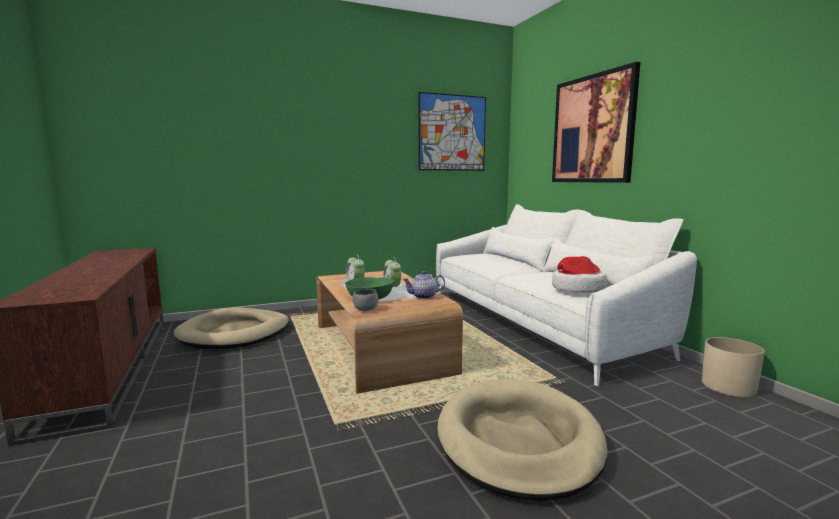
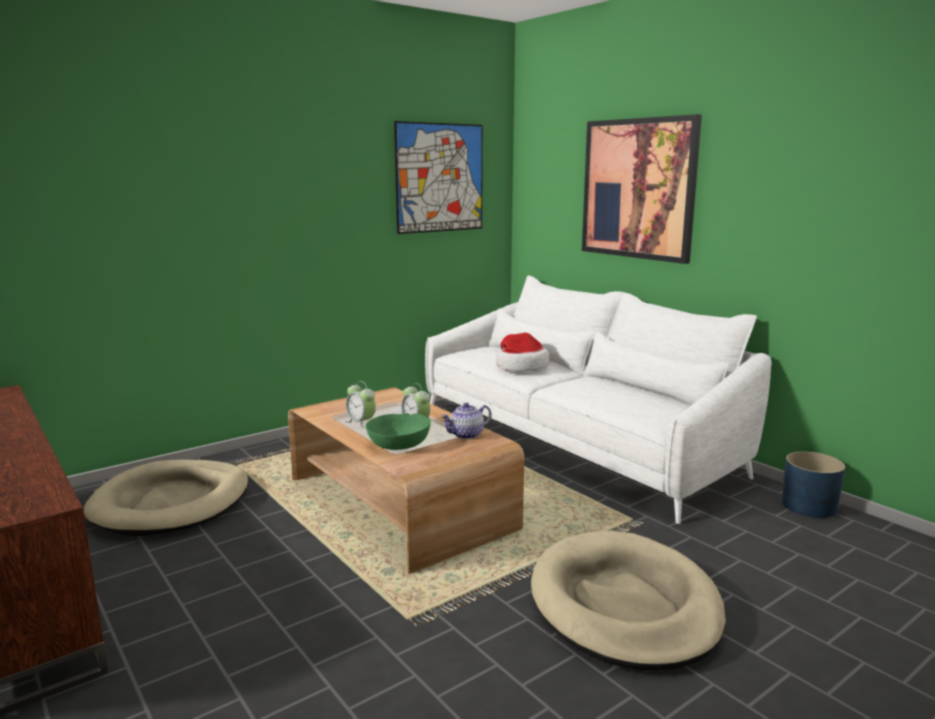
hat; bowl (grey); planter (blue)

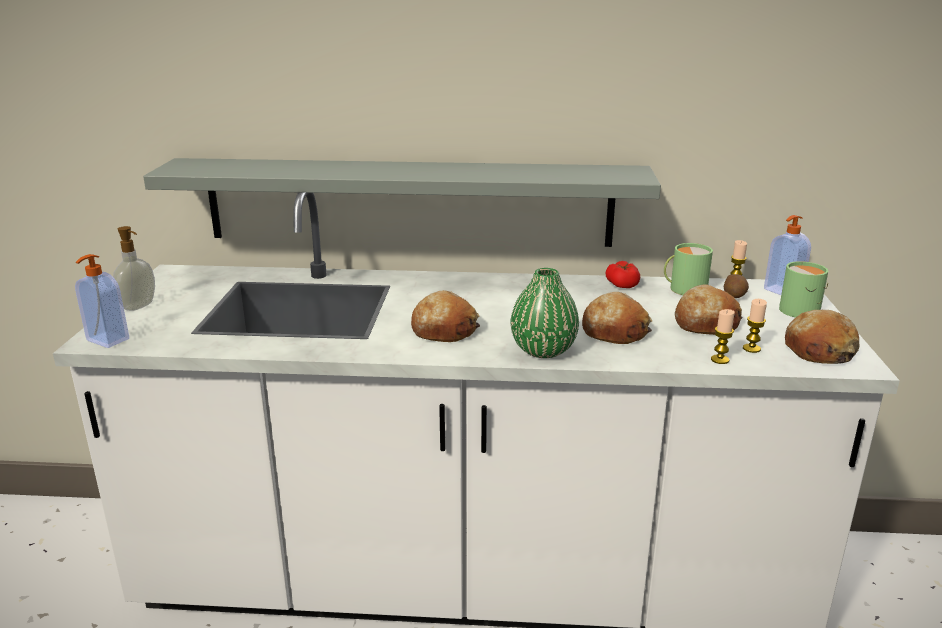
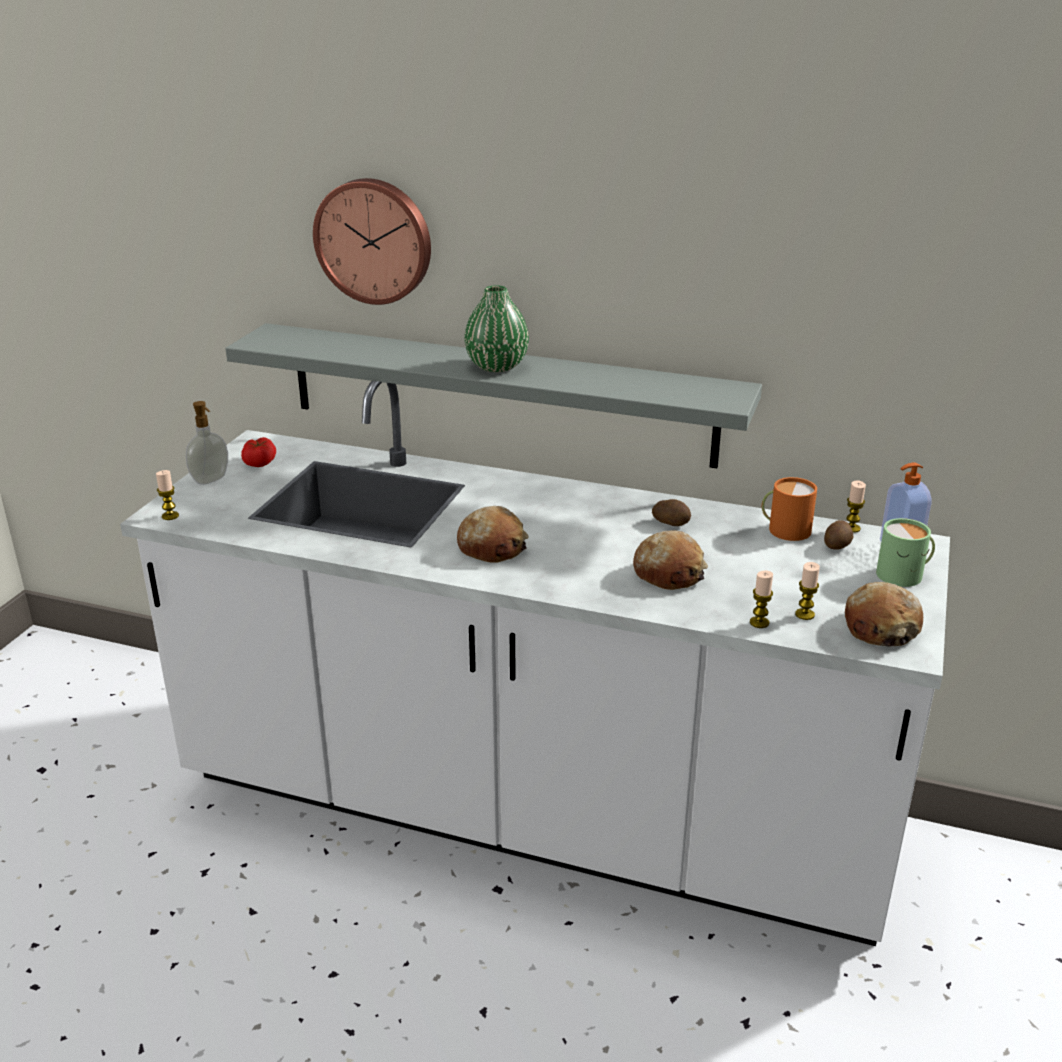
mug (orange); candle (1st from left); tomato; vase (green); bread (3rd from left in the first image); wall clock; potato (1st from left)

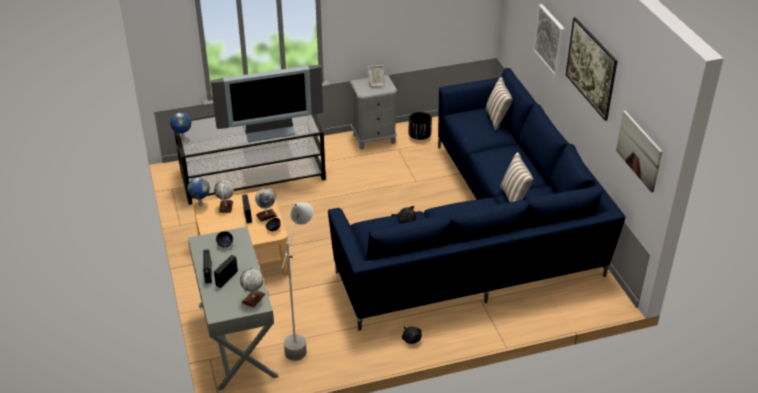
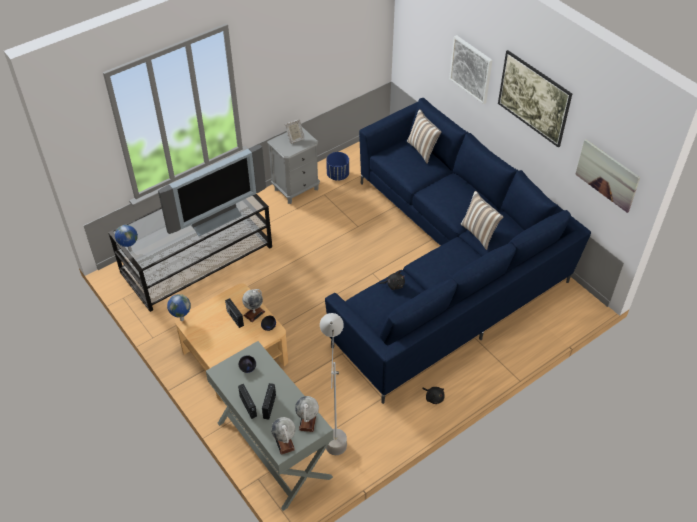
planter (blue); globe (4th from left)

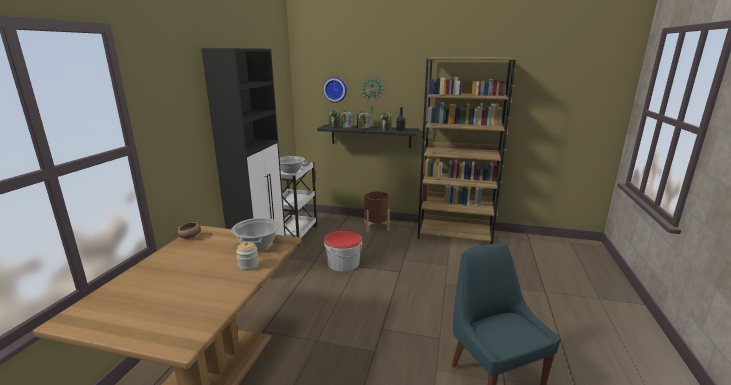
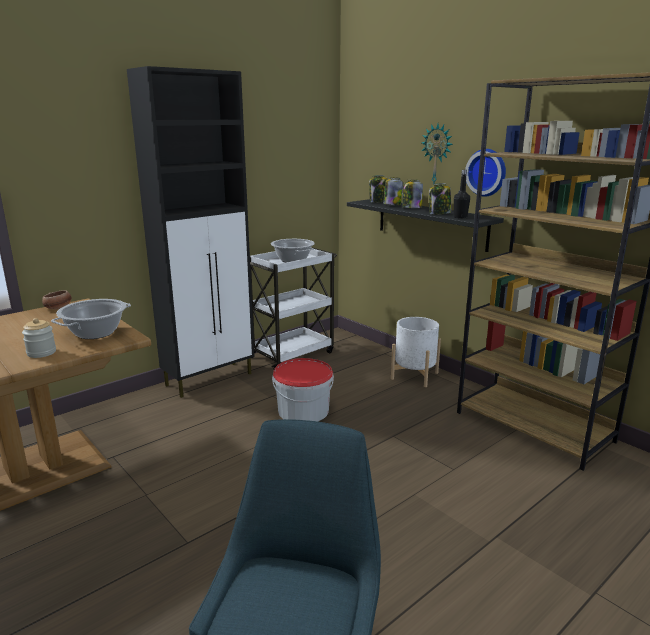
wall clock (2nd from left); planter (white)

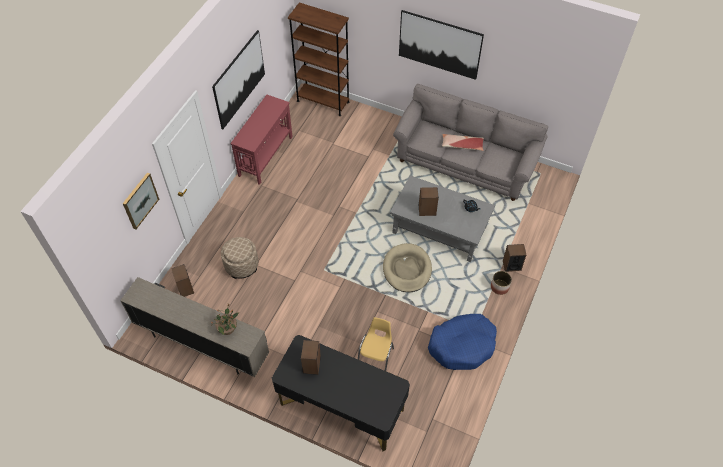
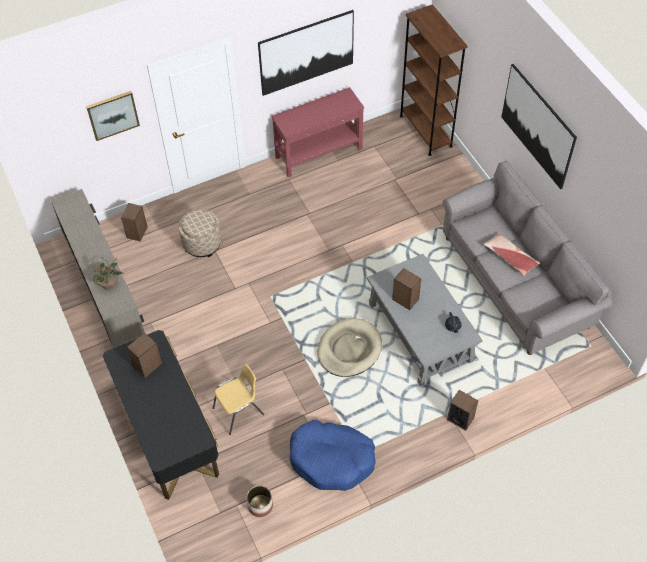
planter

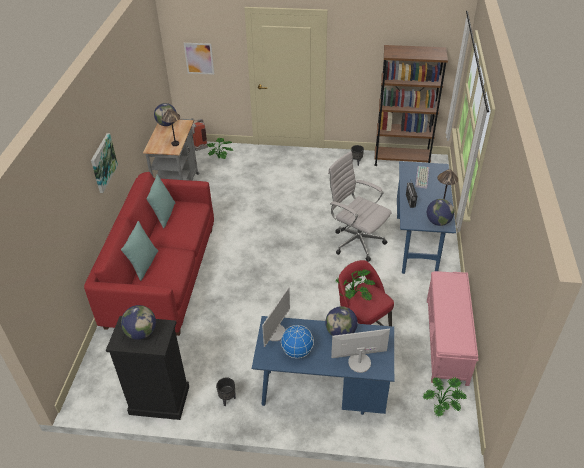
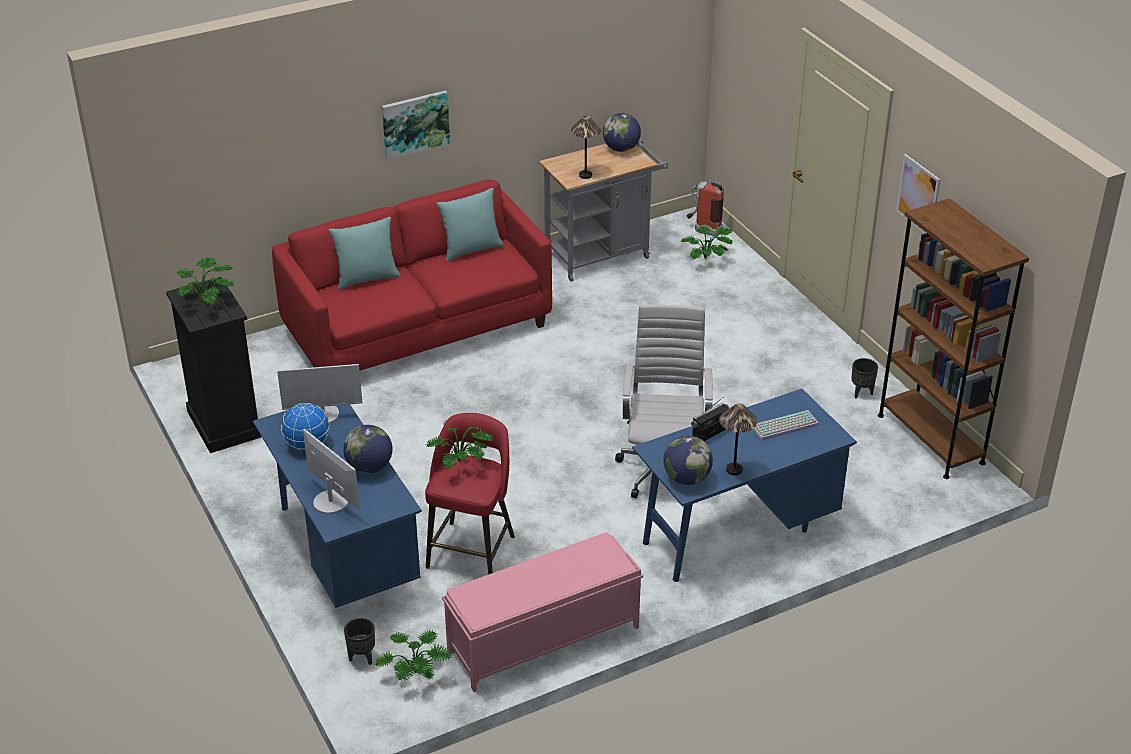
picture (2nd from left); potted plant (1st from left); planter (black) (1st from left)

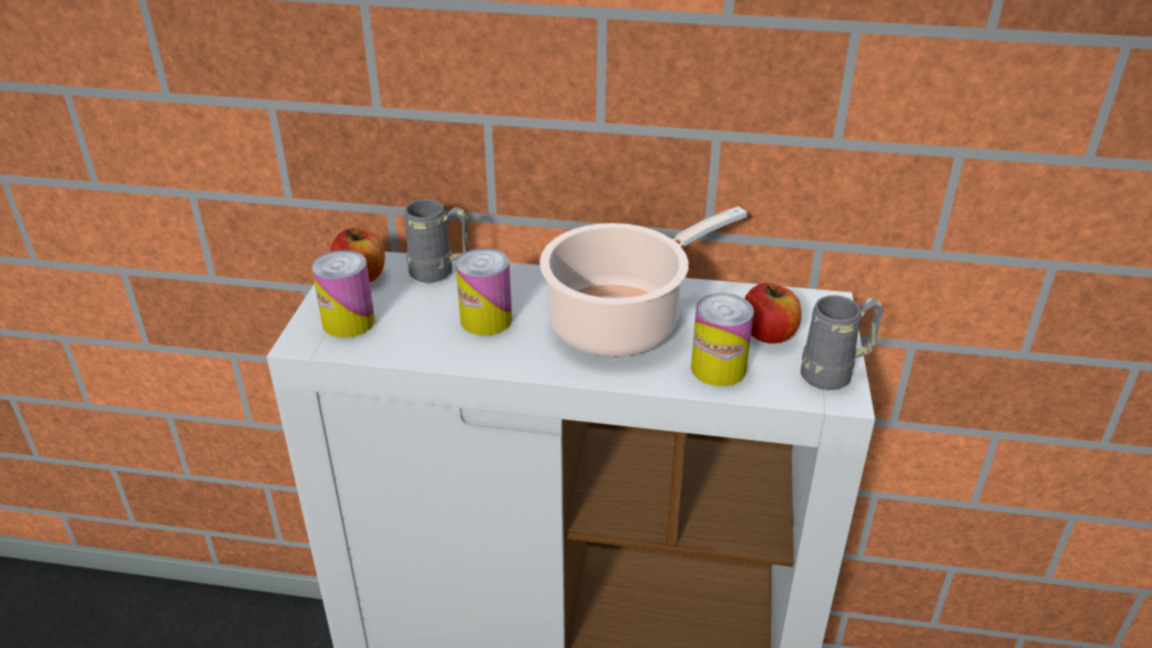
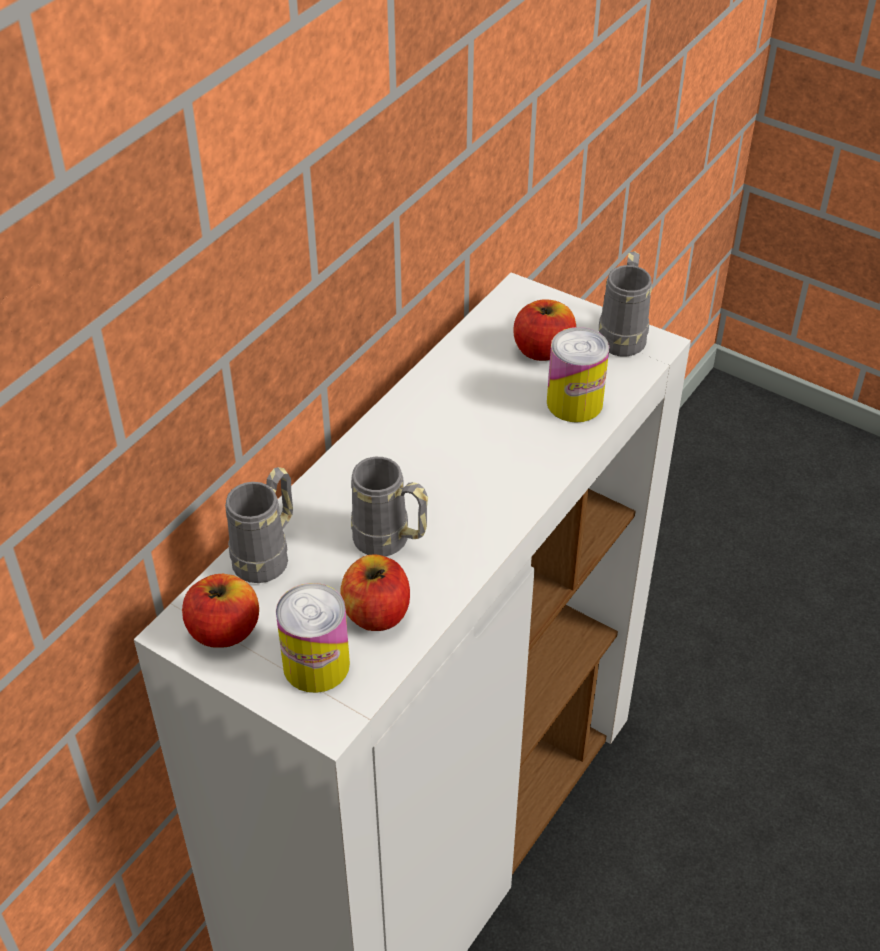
cooking pot; mug (grey) (2nd from left); apple (2nd from left)

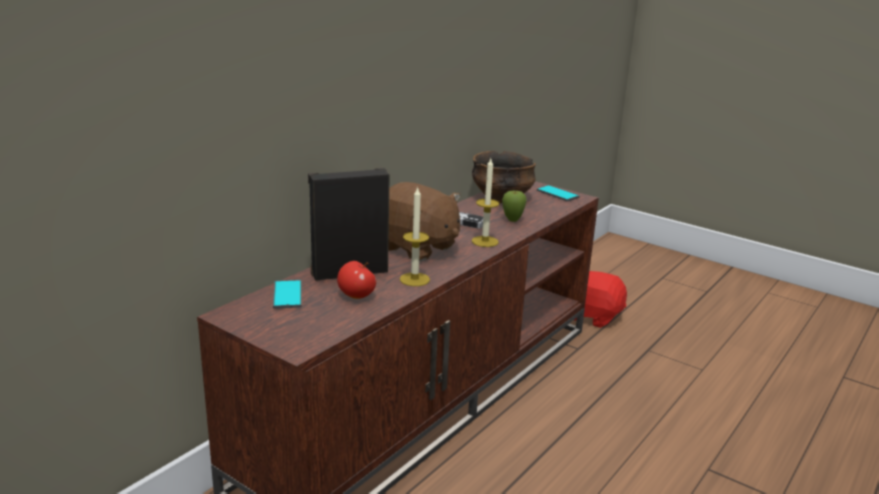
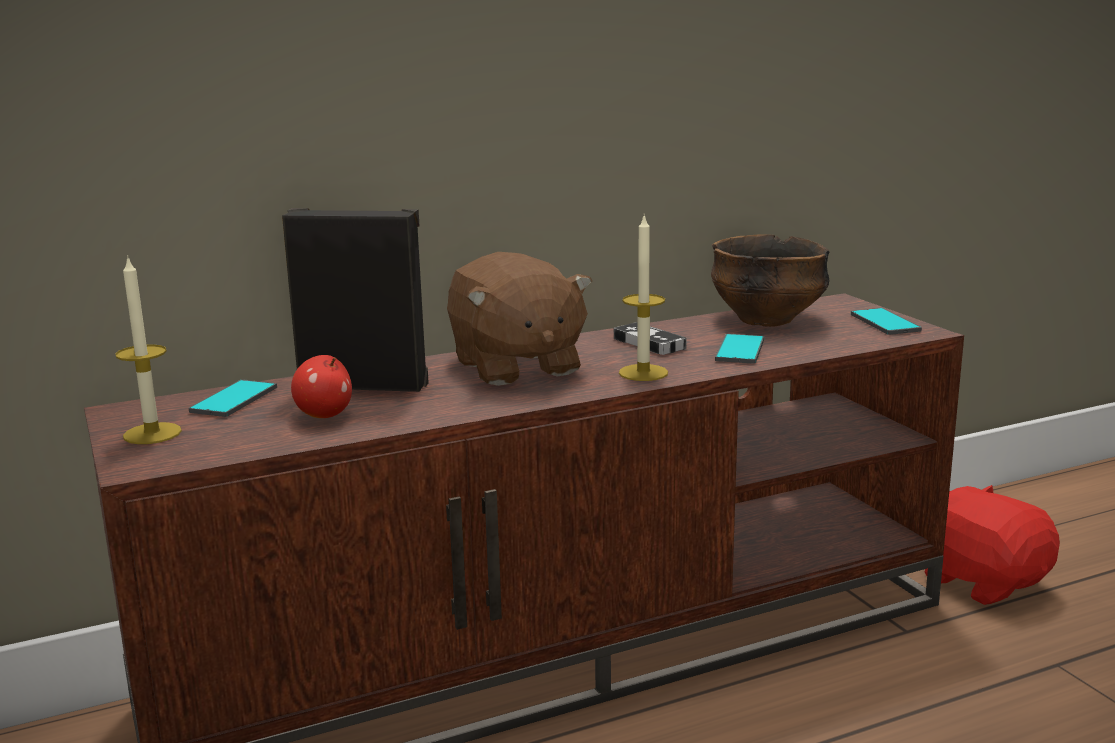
candle (1st from left); phone (2nd from left)

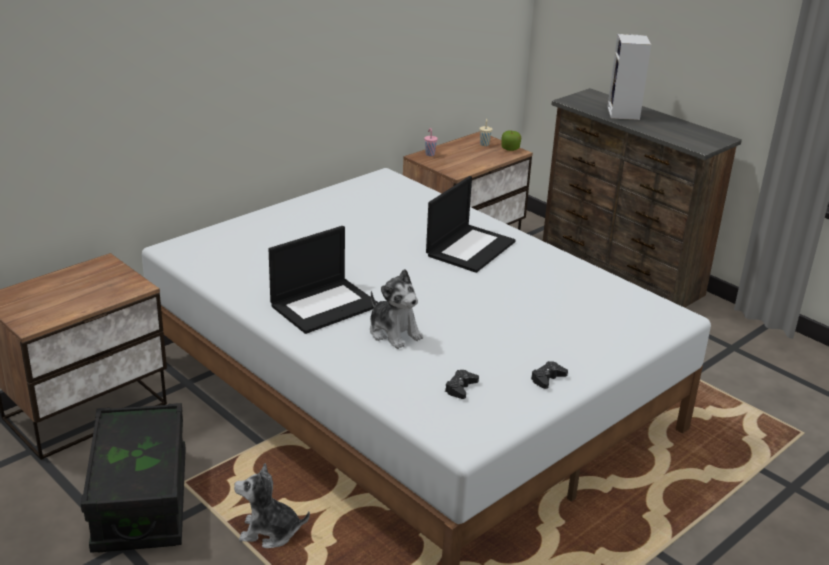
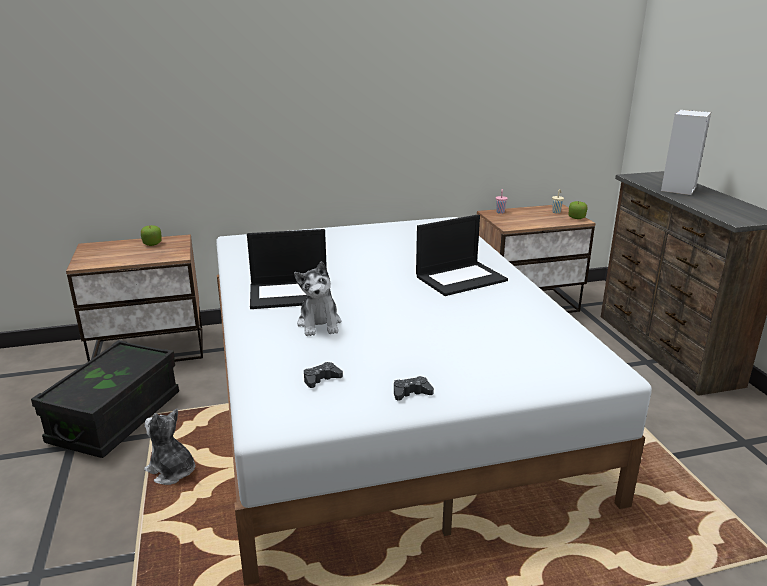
apple (1st from left)

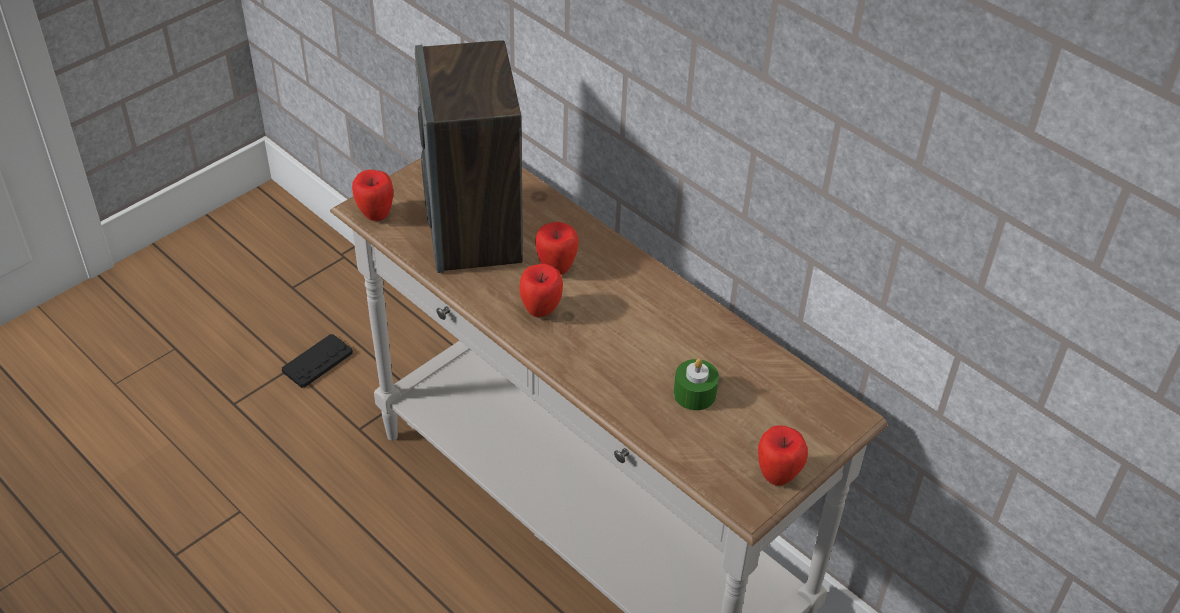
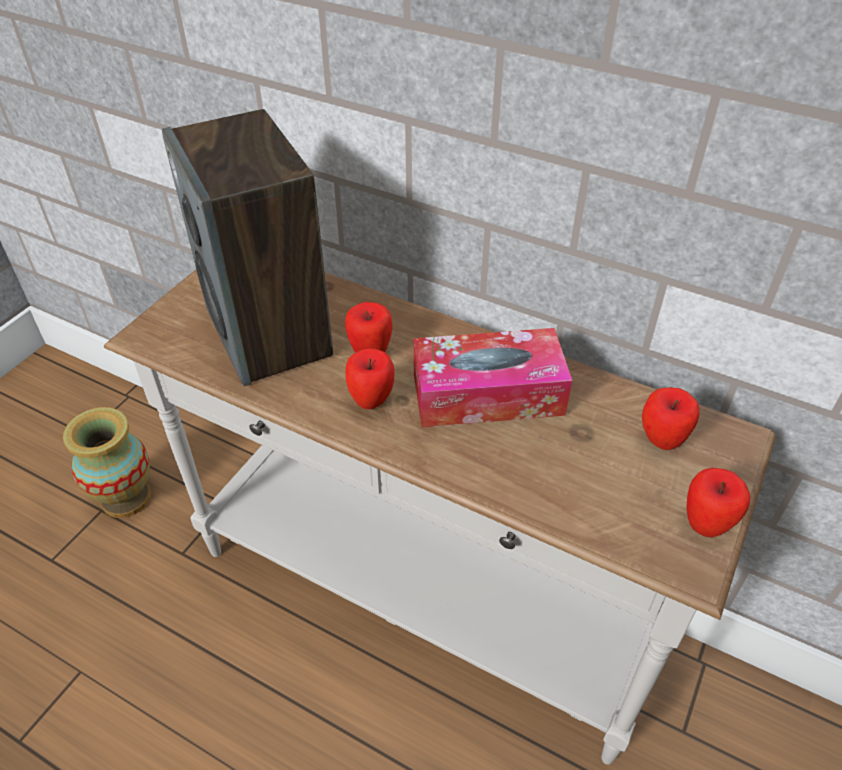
apple (3rd from left); vase; candle (green); tissue box

